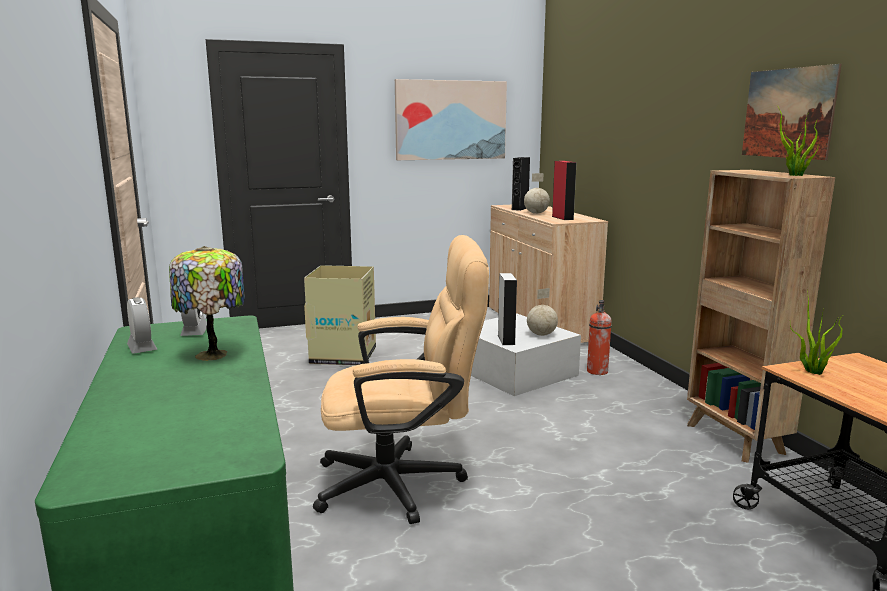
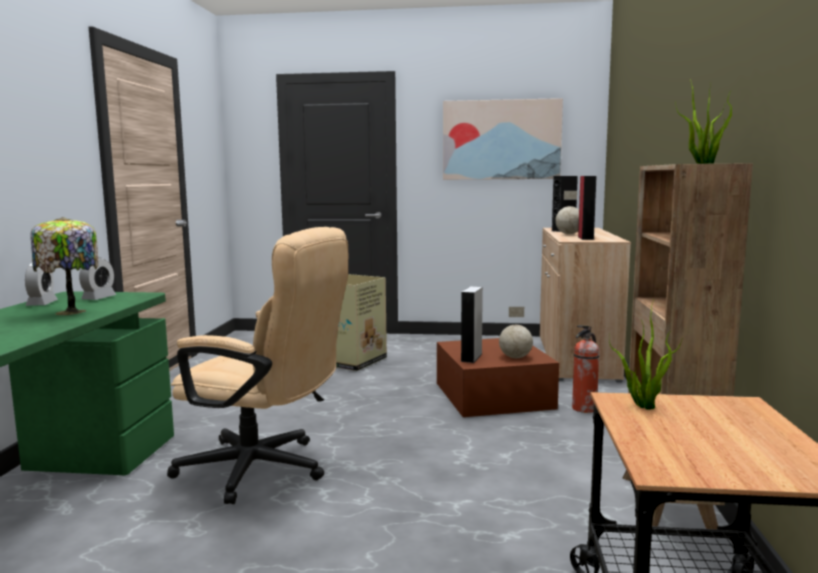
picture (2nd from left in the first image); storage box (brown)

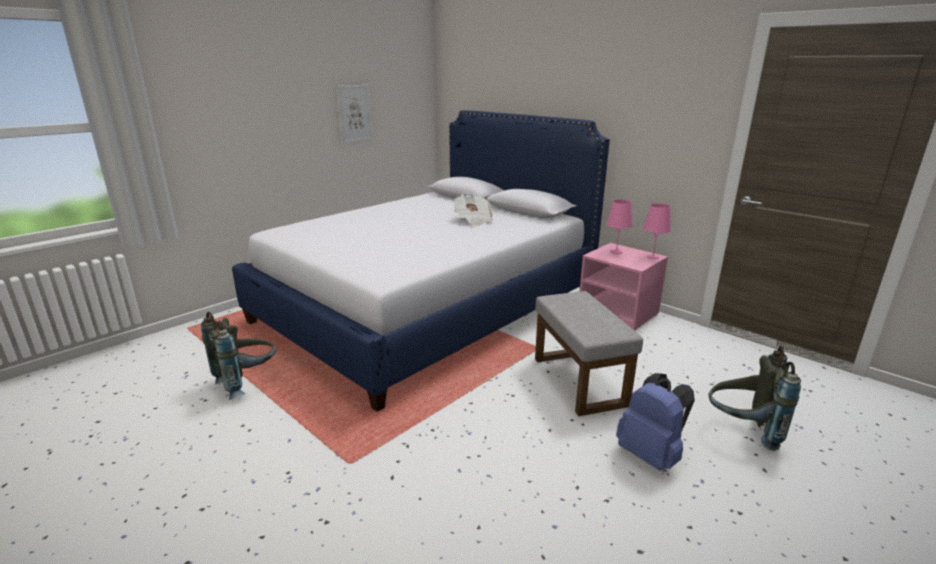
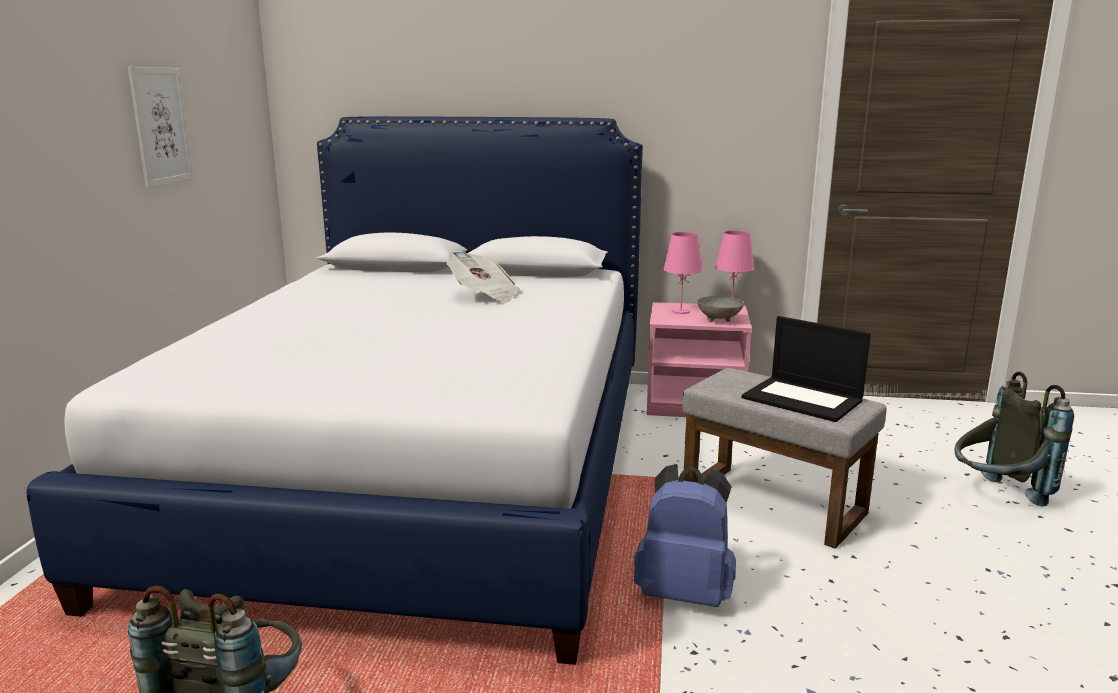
backpack (blue); bowl (grey); laptop

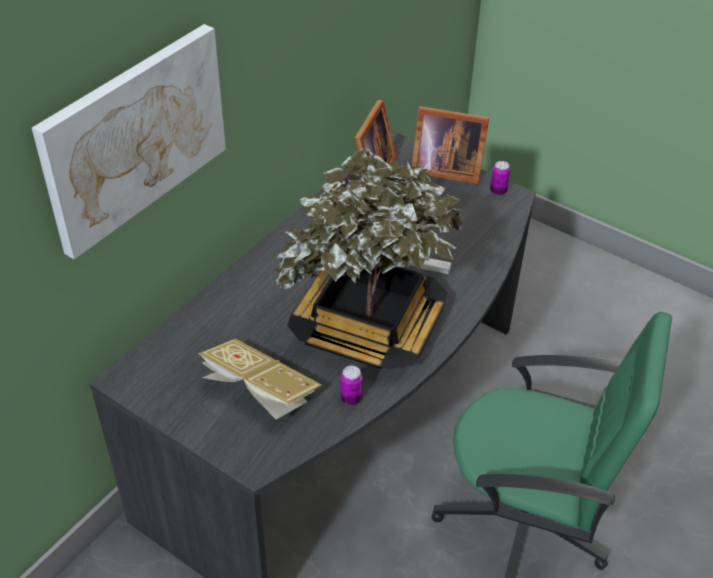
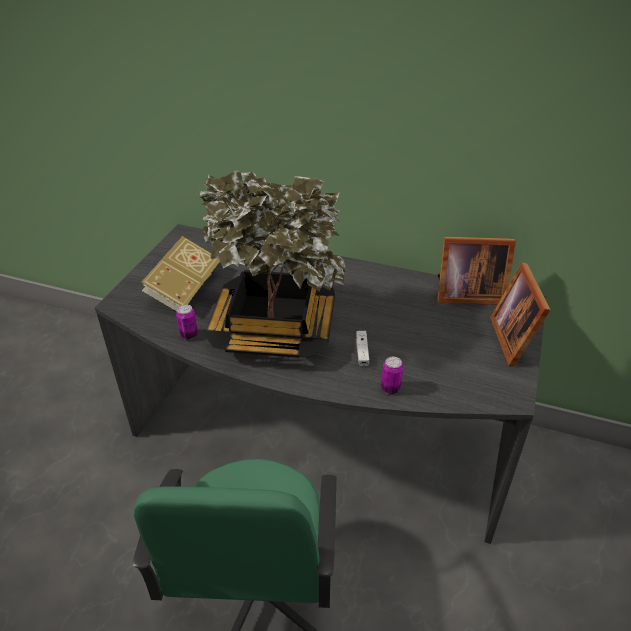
picture; can (2nd from left)

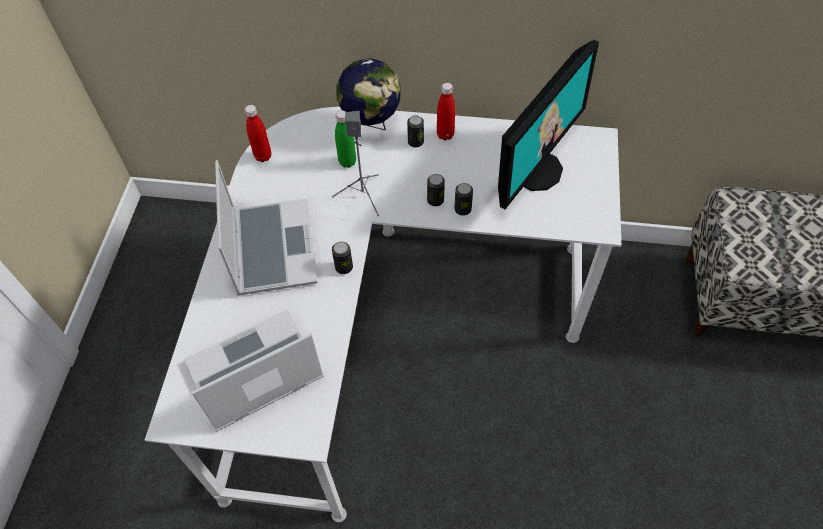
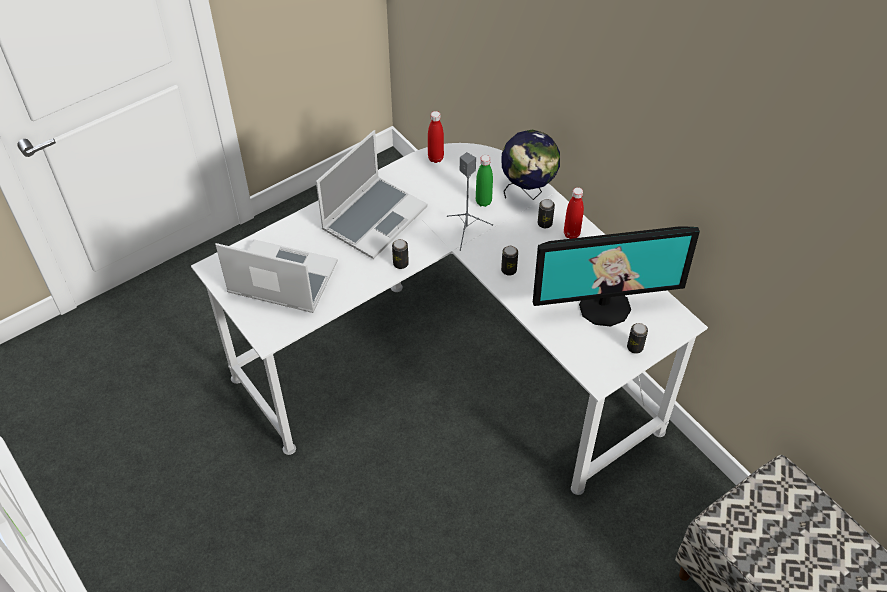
can (4th from left)

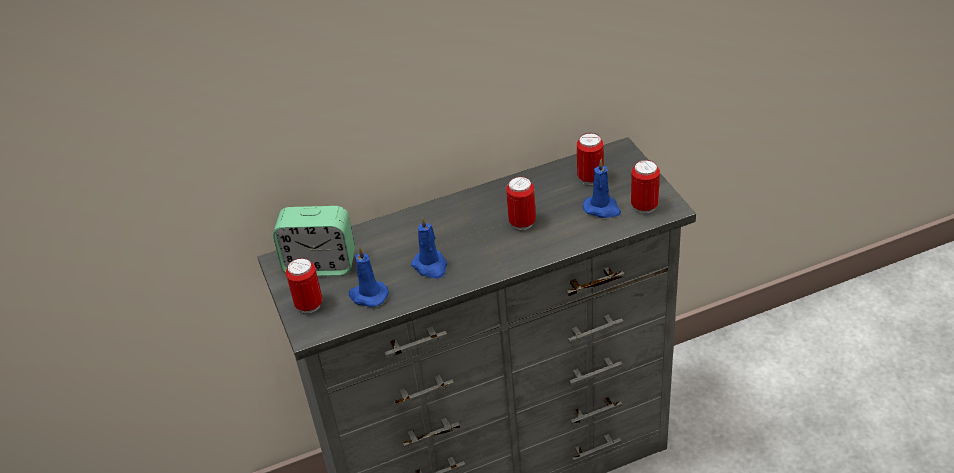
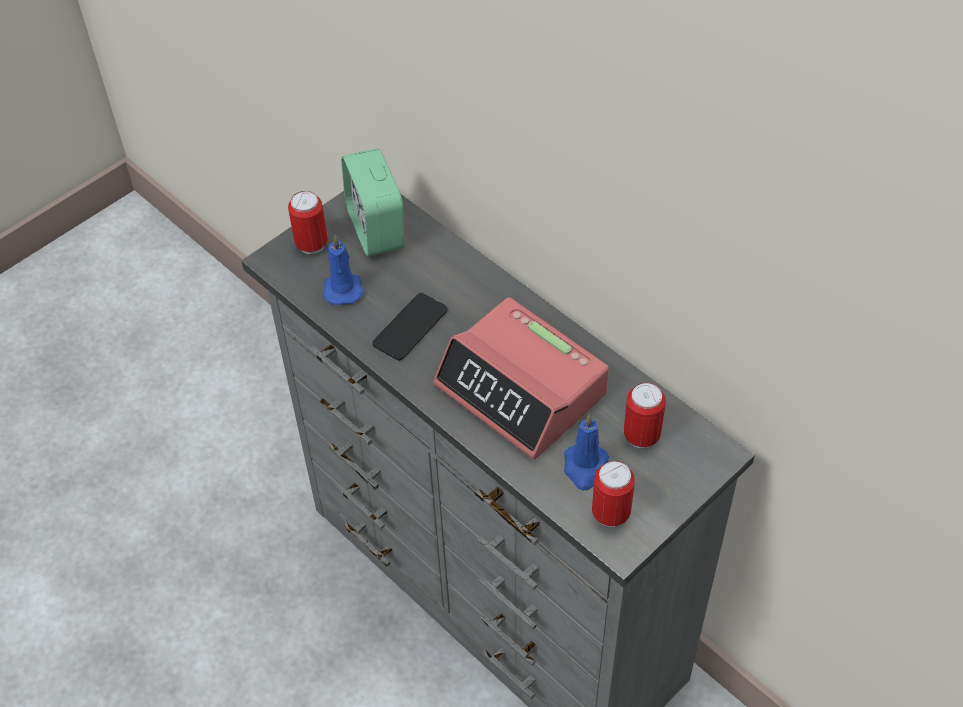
alarm clock (2nd from left); phone

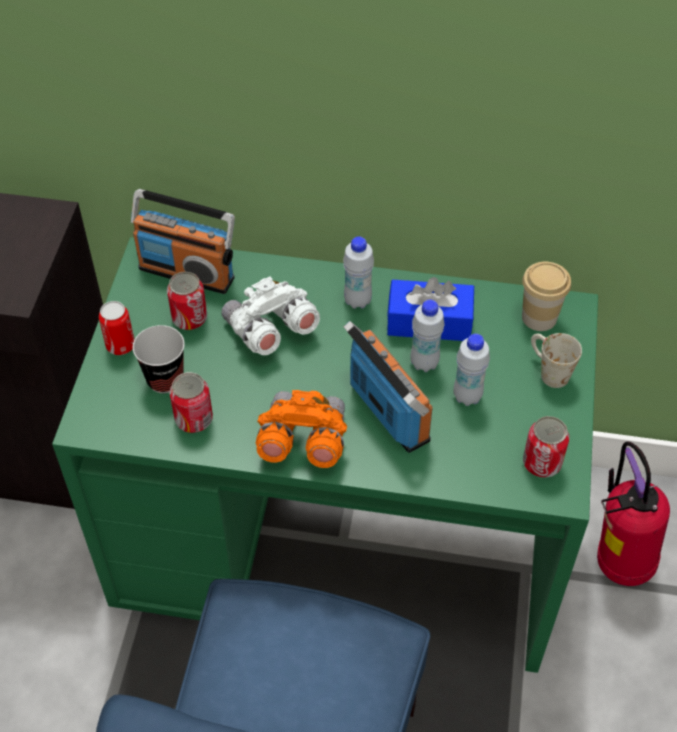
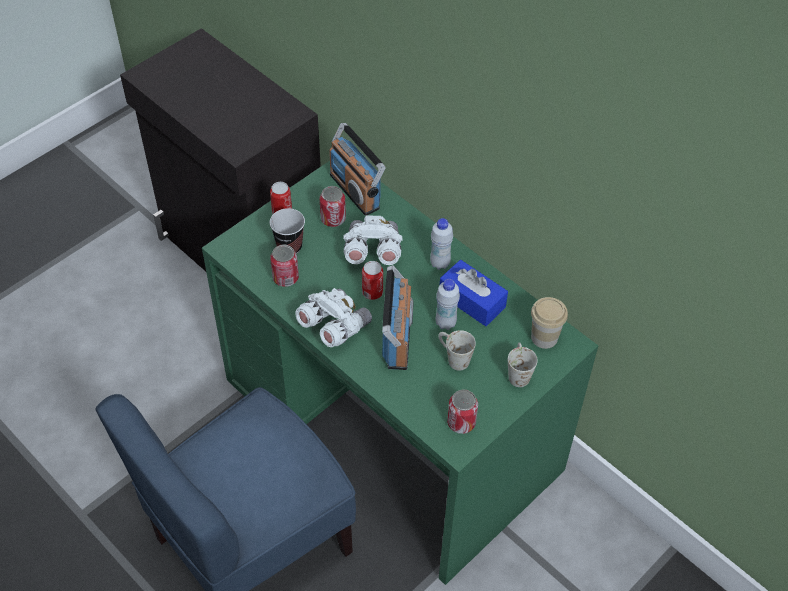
mug (white) (1st from left); binoculars (white) (1st from left); fire extinguisher; can (4th from left)

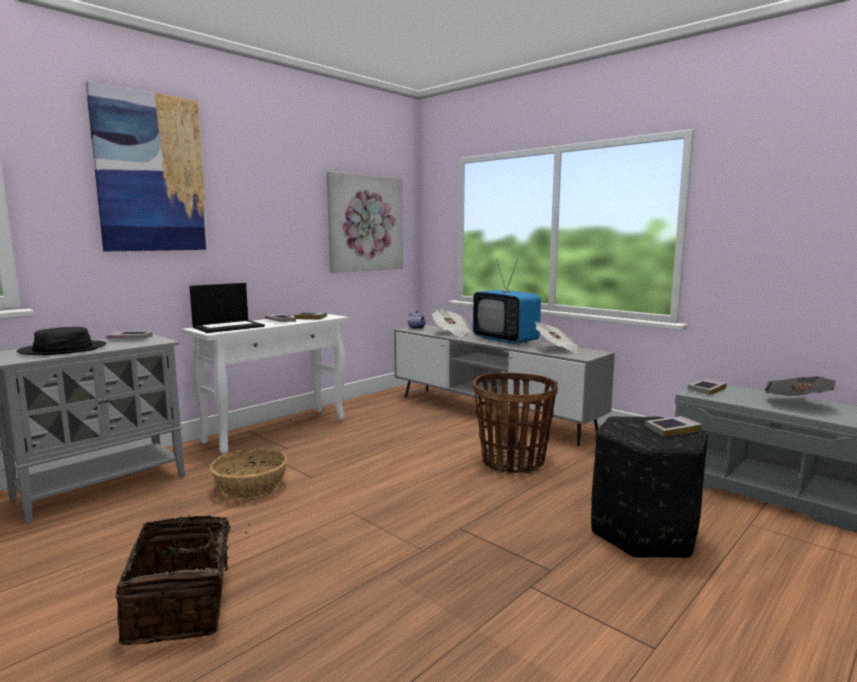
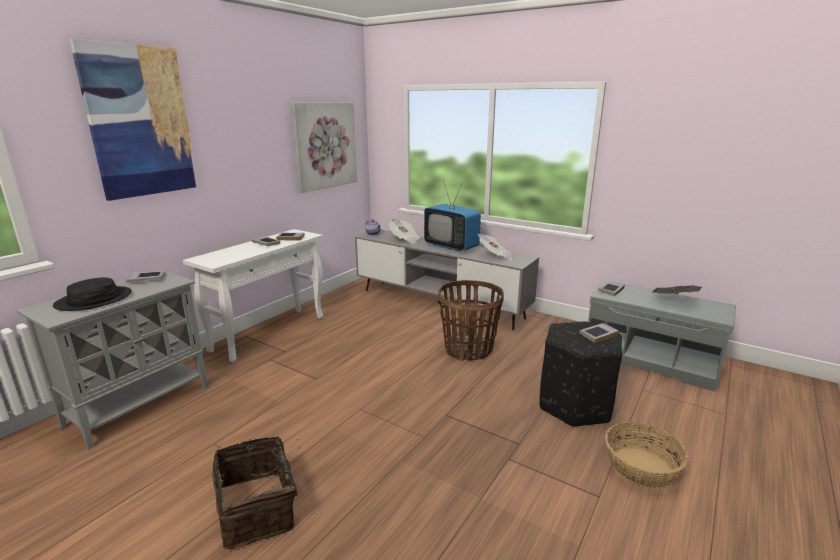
laptop; basket (3rd from left)

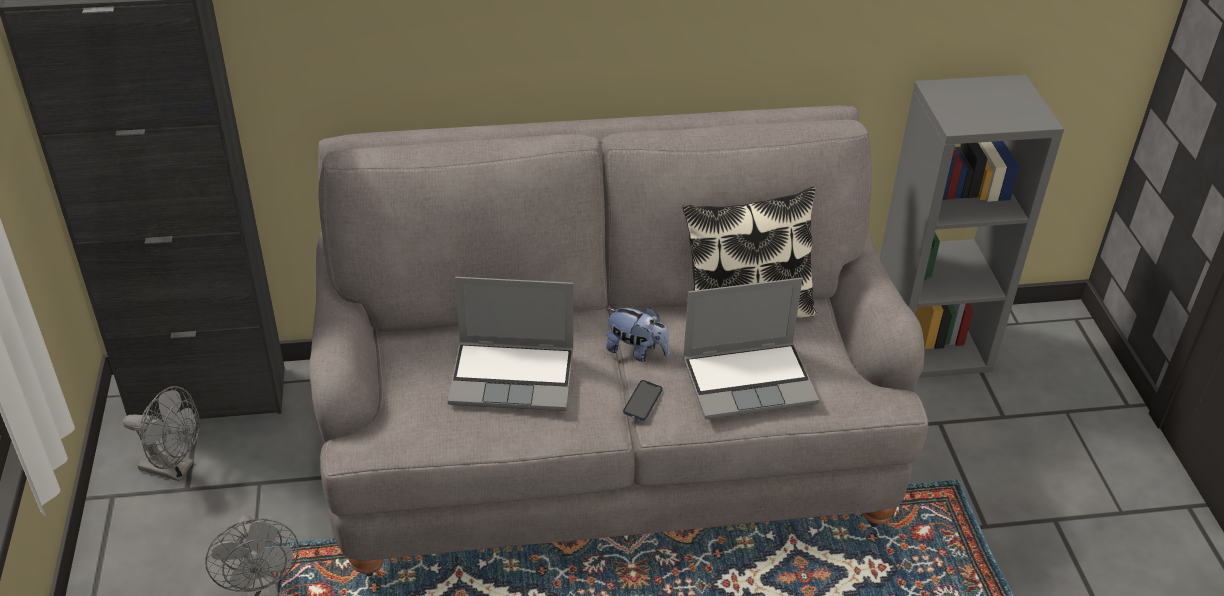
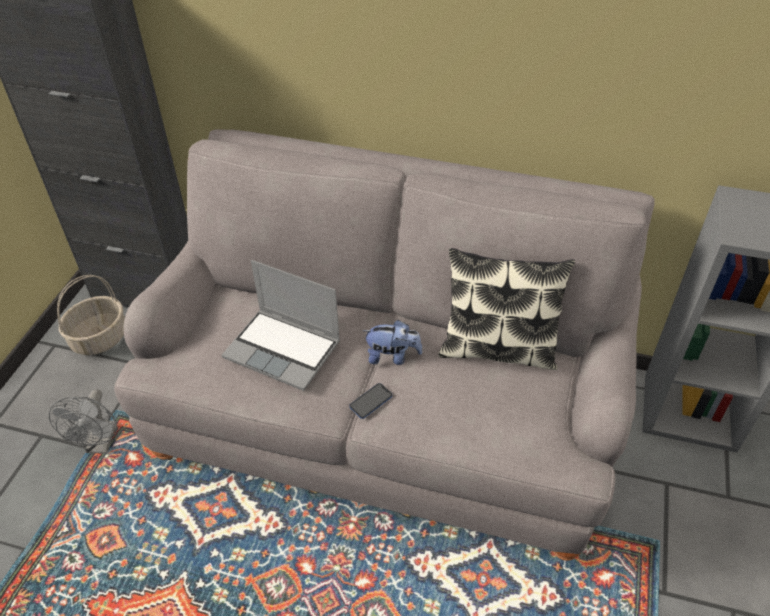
laptop (2nd from left in the first image); plush toy; basket

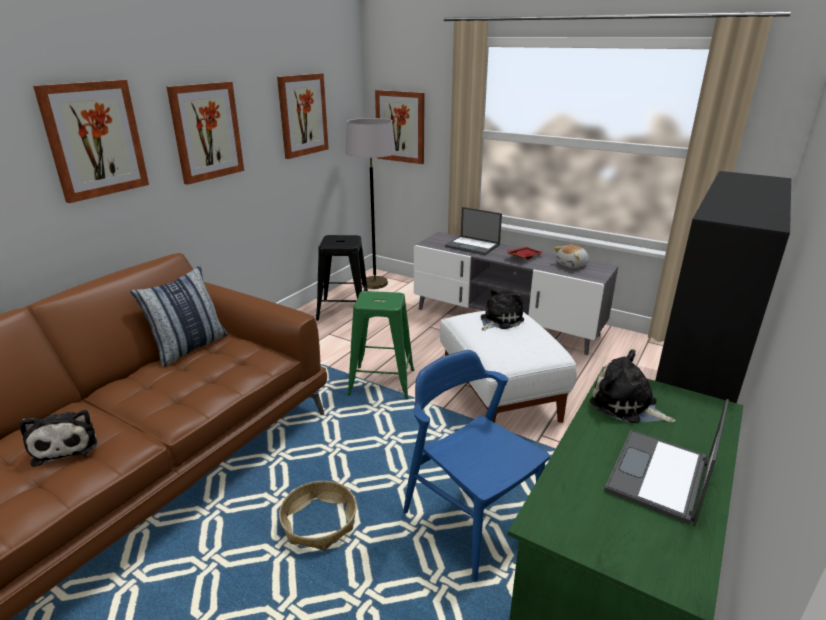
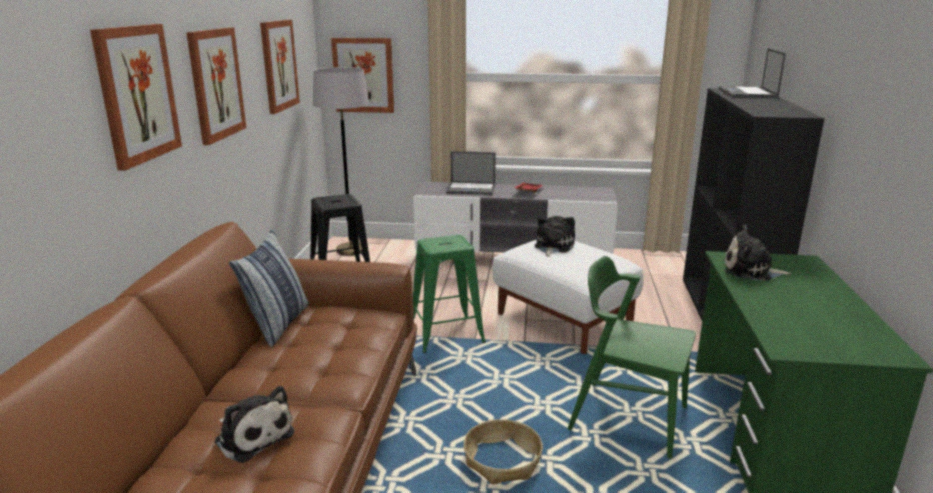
plush toy (3rd from left in the first image); chair (green); laptop (2nd from left)

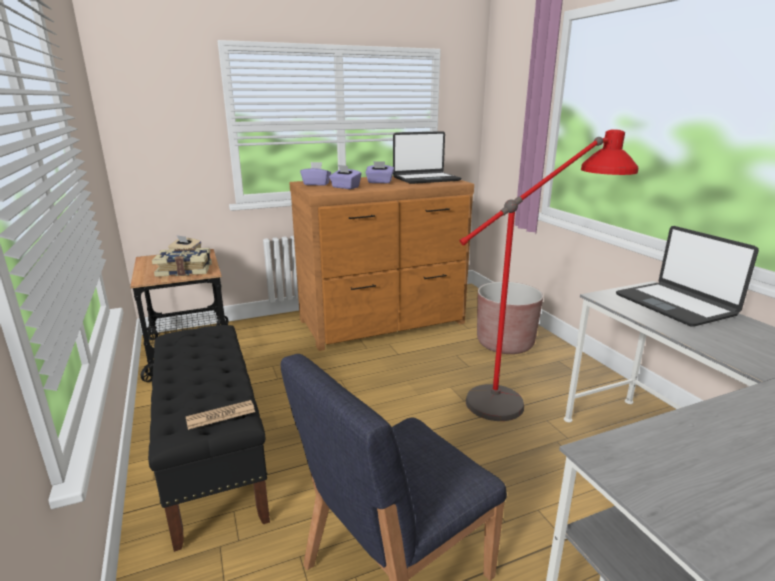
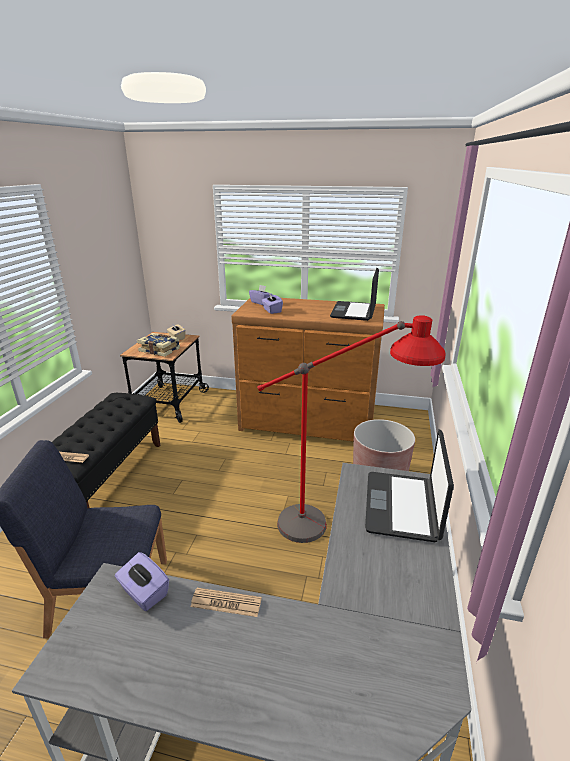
laptop (1st from left); tissue box (purple) (1st from left); newspaper (2nd from left)

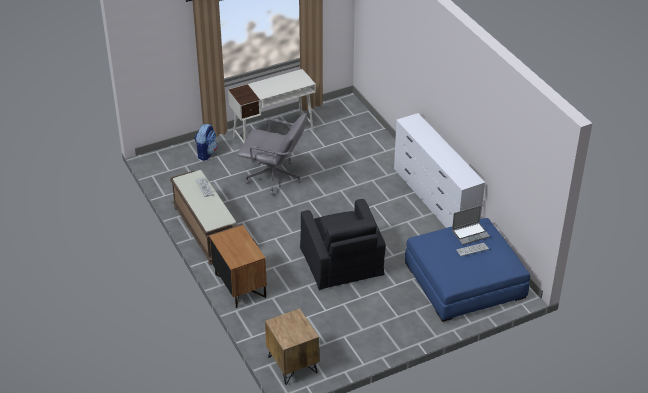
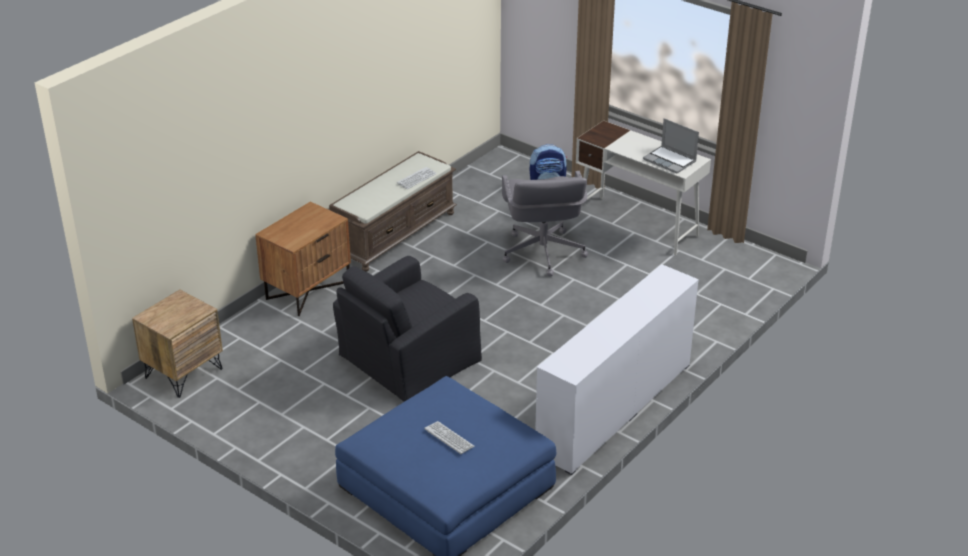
laptop

